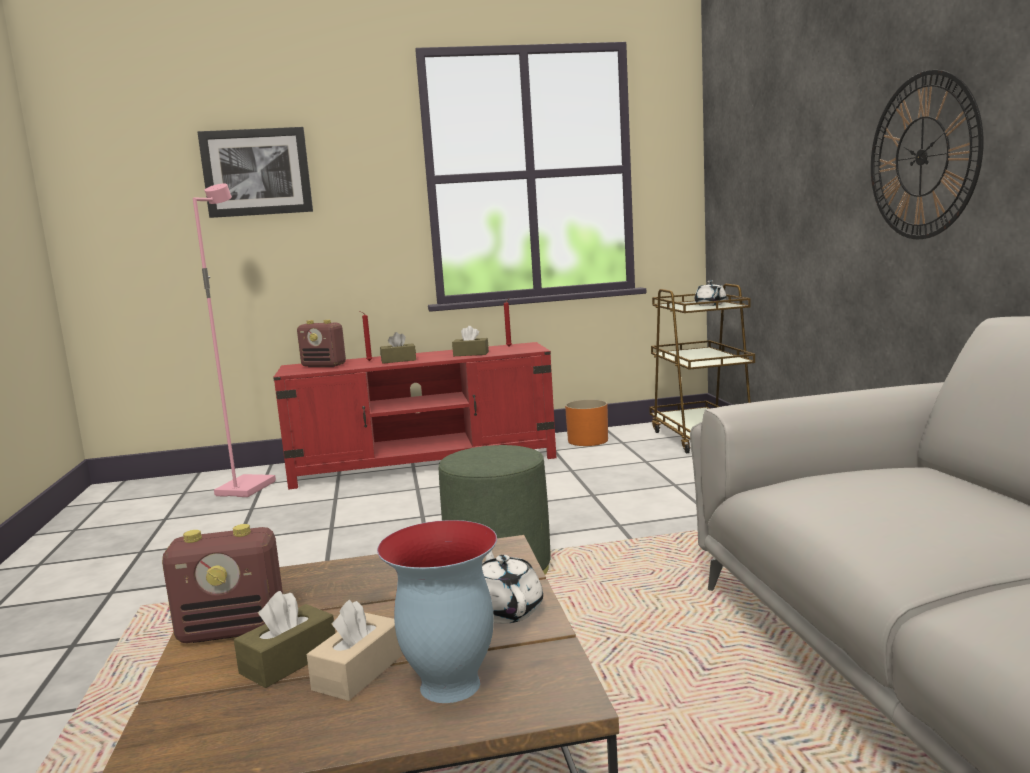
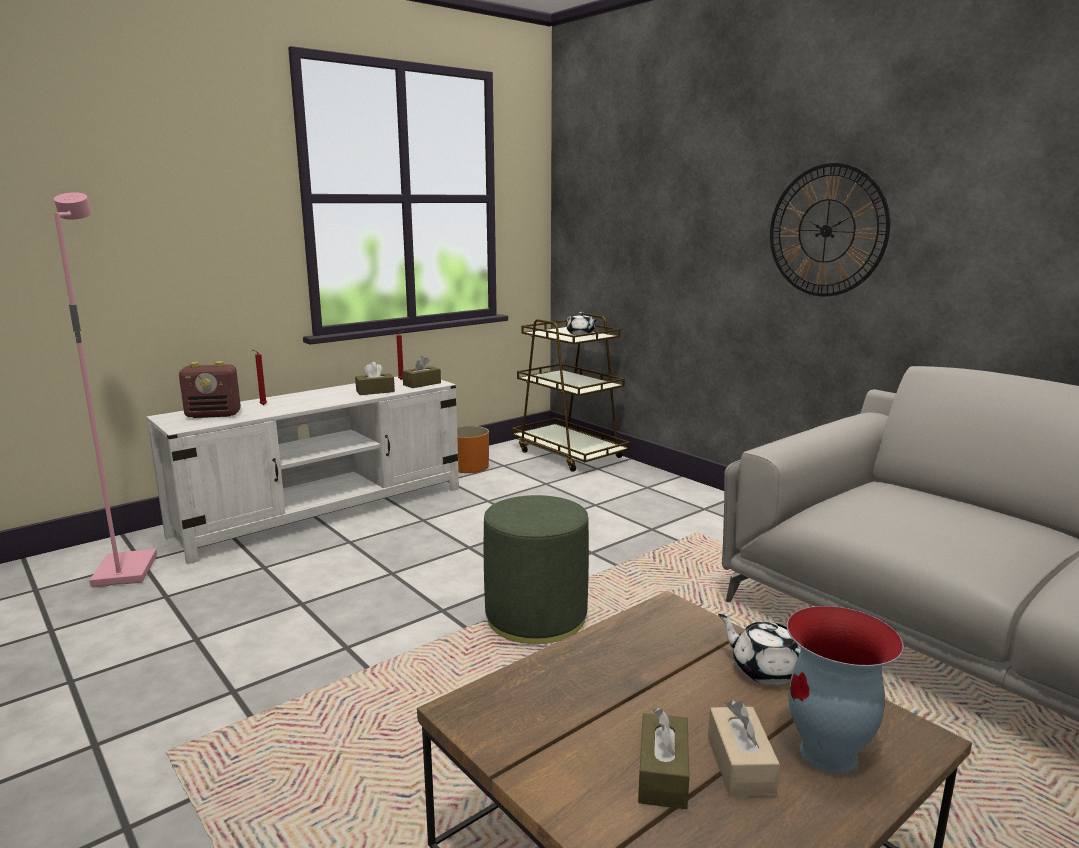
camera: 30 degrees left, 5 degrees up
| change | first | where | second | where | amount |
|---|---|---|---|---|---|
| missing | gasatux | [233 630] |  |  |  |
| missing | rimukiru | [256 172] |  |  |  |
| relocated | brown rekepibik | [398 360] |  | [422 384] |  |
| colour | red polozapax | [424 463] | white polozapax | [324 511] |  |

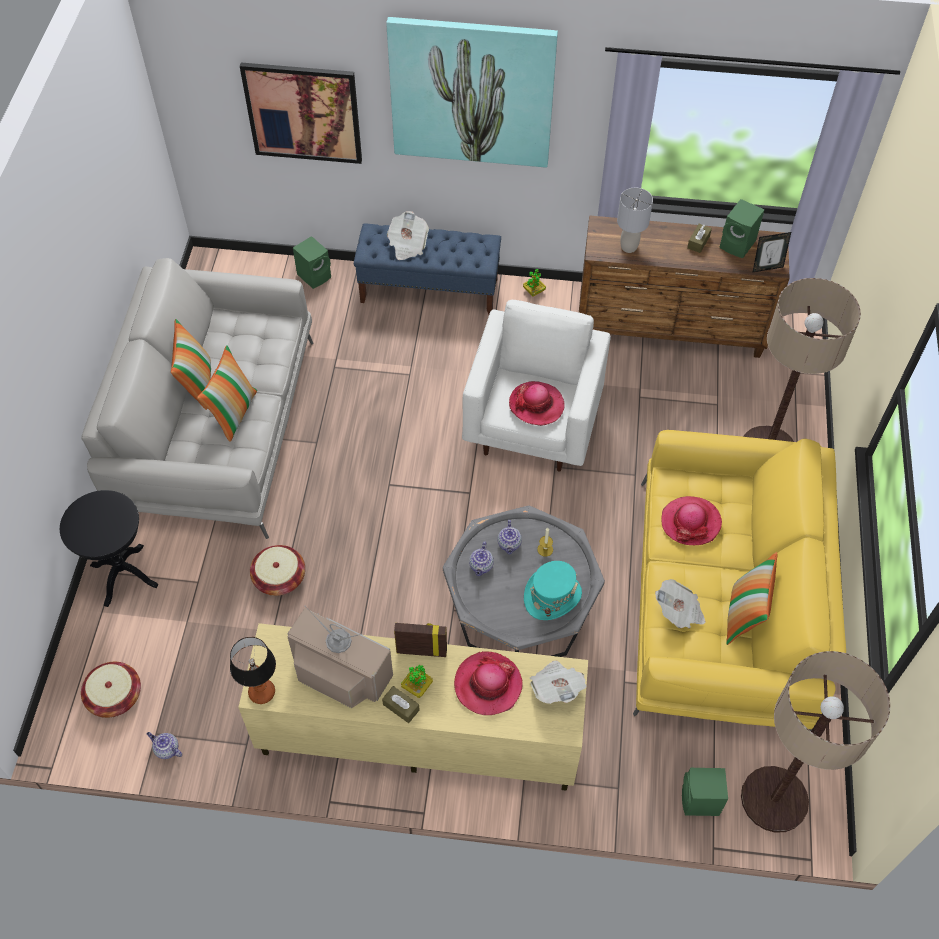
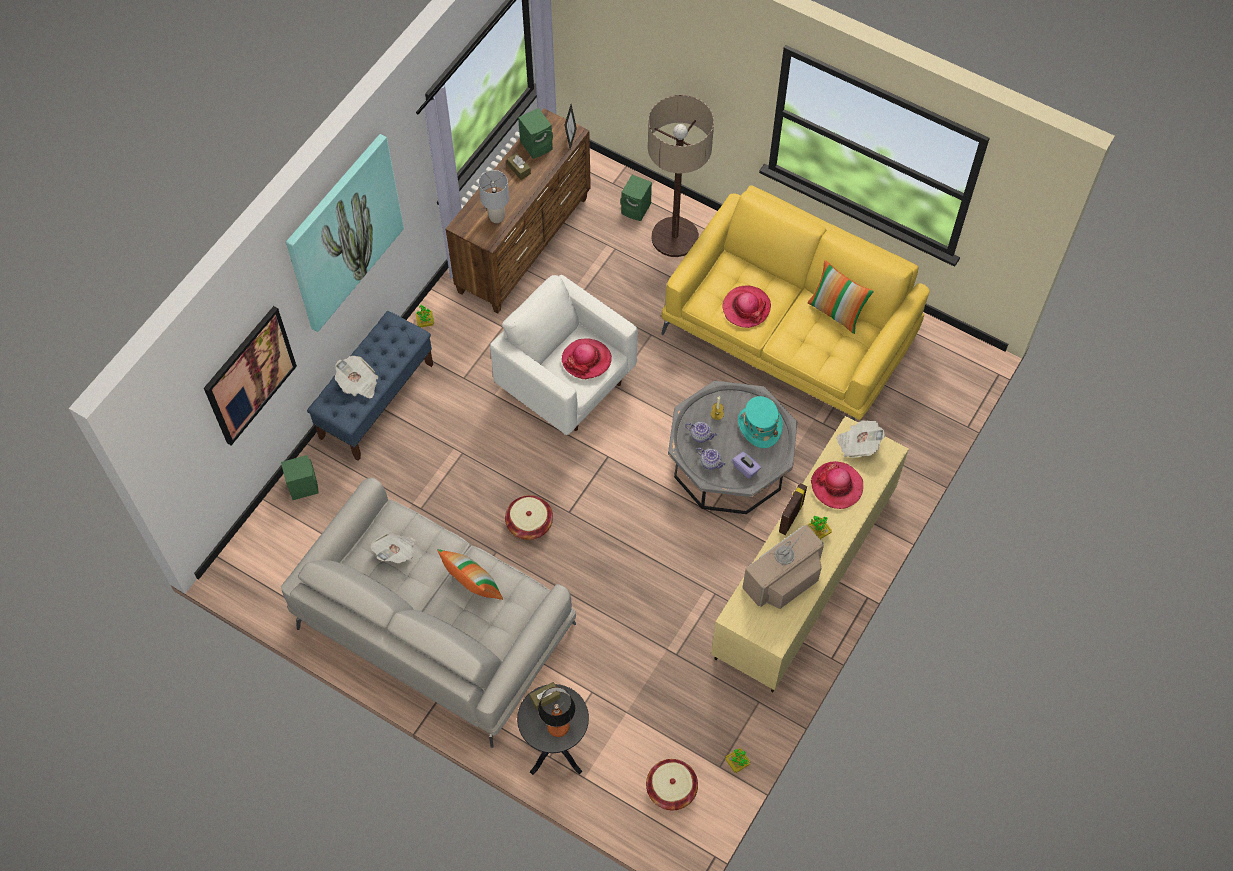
camera: 65 degrees left, 5 degrees up
| change | first | where | second | where | amount |
|---|---|---|---|---|---|
| missing | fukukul | [197 384] |  |  |  |
| missing | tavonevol | [774 799] |  |  |  |
| appeared |  |  | purple rekepibik | [746 468] |  |
| relocated | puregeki | [261 692] |  | [557 727] |  |
| relocated | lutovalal | [279 578] |  | [529 523] |  |
| relocated | brown rekepibik | [401 707] |  | [545 698] |  |
| relocated | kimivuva | [679 612] |  | [396 552] |  |
| relocated | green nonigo | [700 802] |  | [637 209] |  |
| exchanged | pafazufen | [166 749] | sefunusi | [737 762] |  |

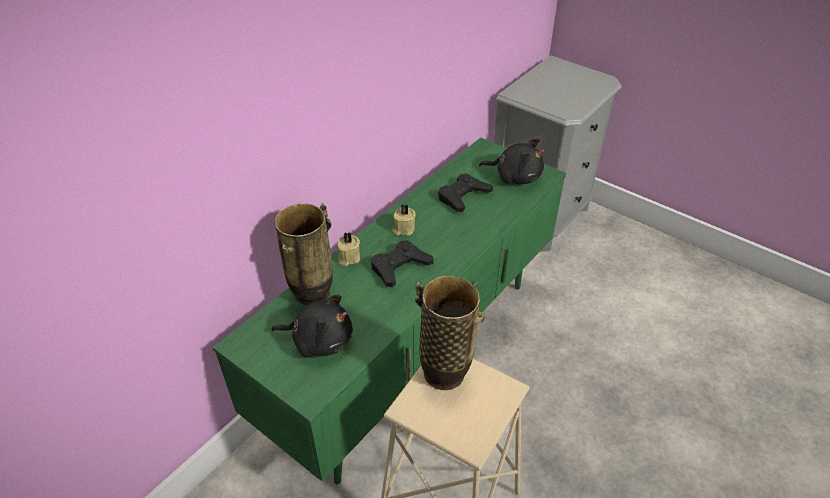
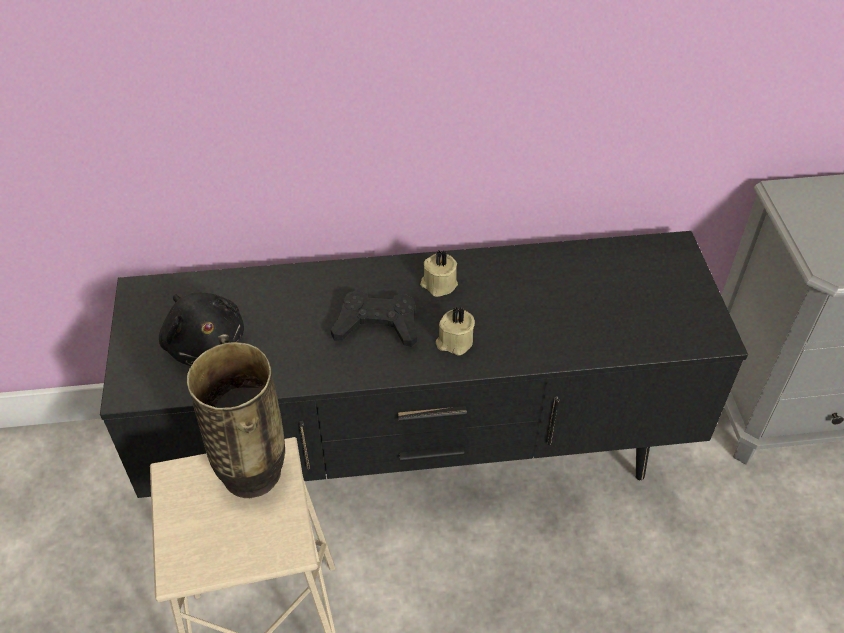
camera: 45 degrees right, 5 degrees up
| change | first | where | second | where | amount |
|---|---|---|---|---|---|
| missing | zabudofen | [313 294] |  |  |  |
| missing | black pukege | [463 196] |  |  |  |
| missing | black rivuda | [515 176] |  |  |  |
| relocated | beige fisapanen | [348 258] |  | [454 342] |  |
| colour | green polozapax | [414 357] | black polozapax | [421 460] |  |

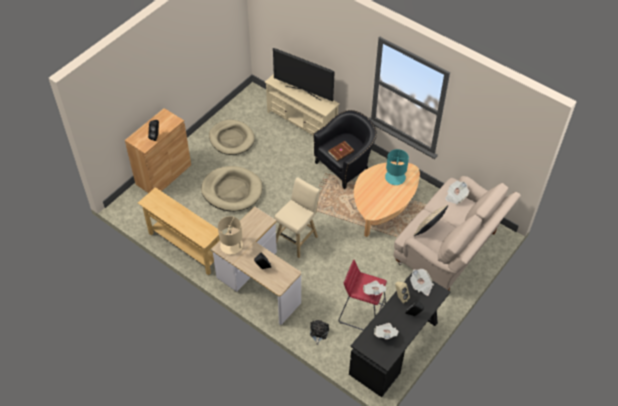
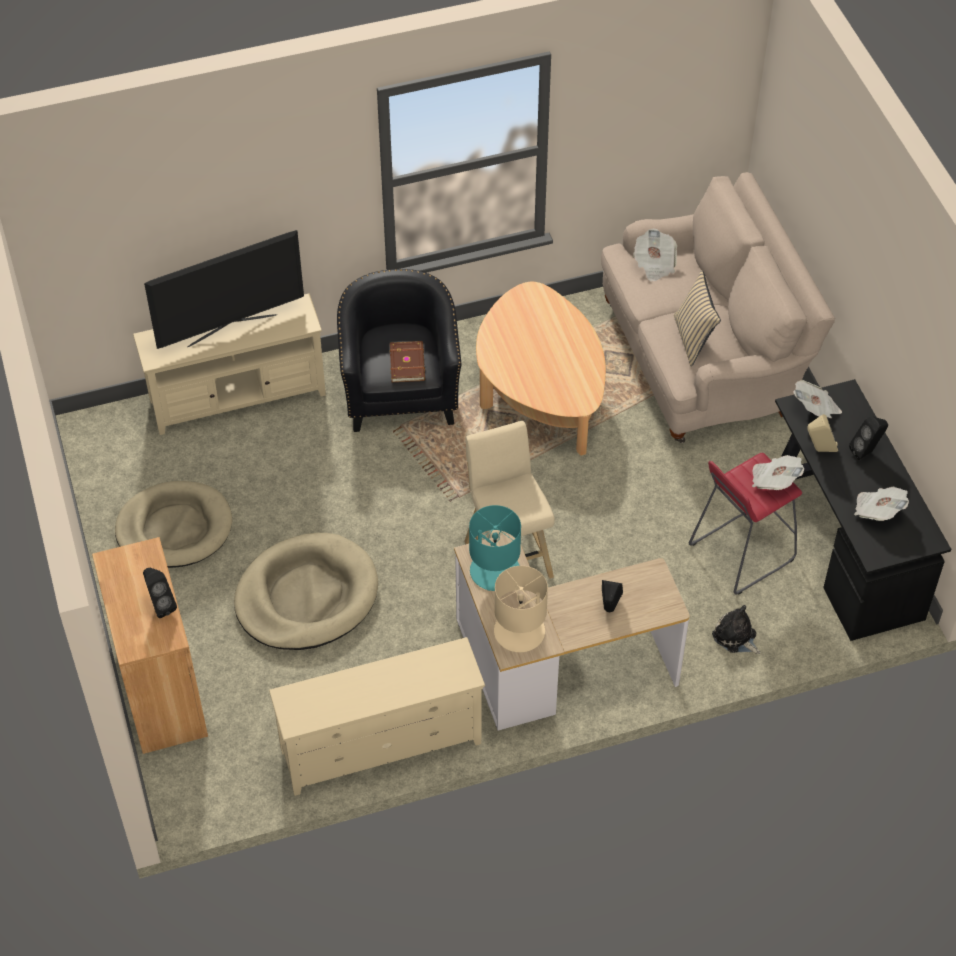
camera: 55 degrees left, 0 degrees up
| change | first | where | second | where | amount |
|---|---|---|---|---|---|
| relocated | turquoise puregeki | [395 177] |  | [494 570] |  |
| exchanged | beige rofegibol | [185 247] | beige polozapax | [381 747] |  |

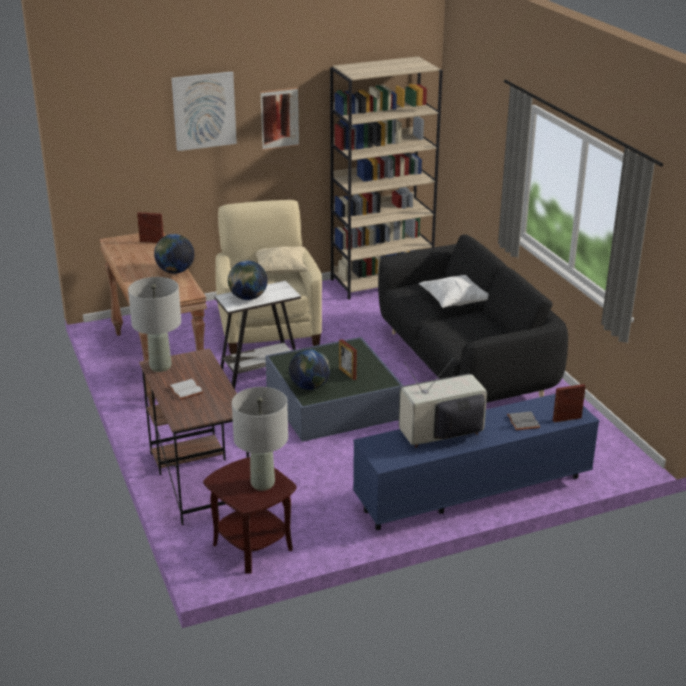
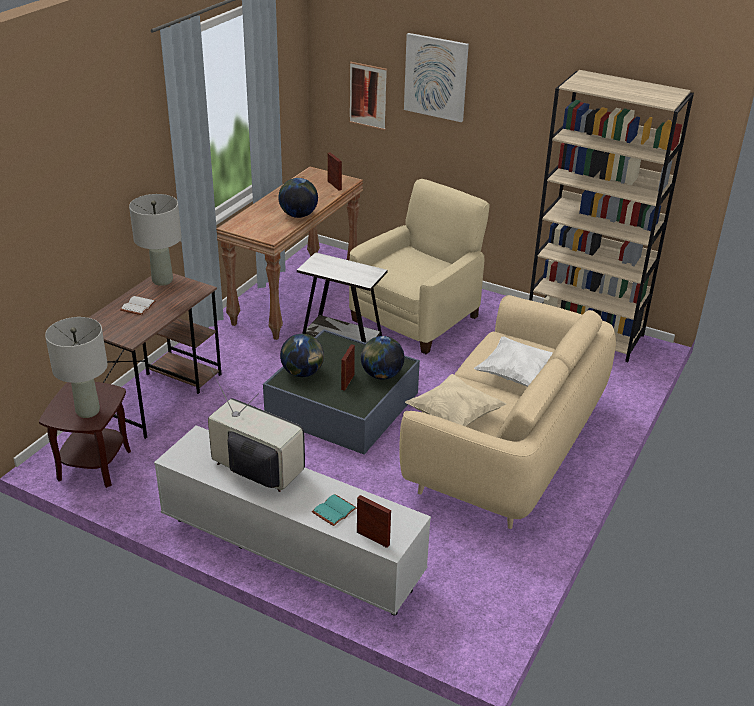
camera: 50 degrees right, 5 degrees up
| change | first | where | second | where | amount |
|---|---|---|---|---|---|
| relocated | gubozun | [248 298] |  | [381 375] |  |
| relocated | beige fukukul | [280 271] |  | [454 416] |  |
| relocated | rimukiru | [279 118] |  | [368 96] |  |
| colour | blue polozapax | [471 493] | white polozapax | [290 552] |  |
| colour | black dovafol | [464 365] | beige dovafol | [506 448] |  |
| colour | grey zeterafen | [522 421] | turquoise zeterafen | [334 510] |  |

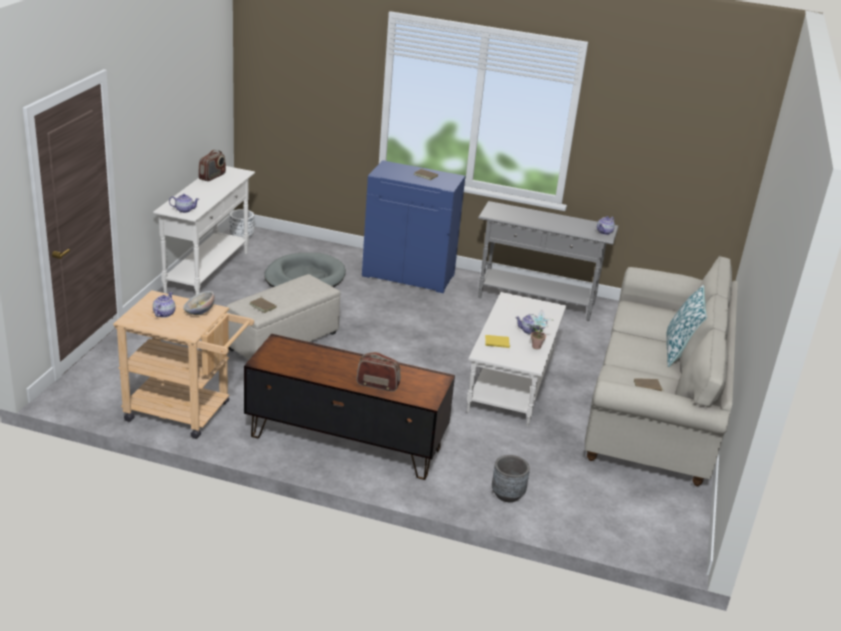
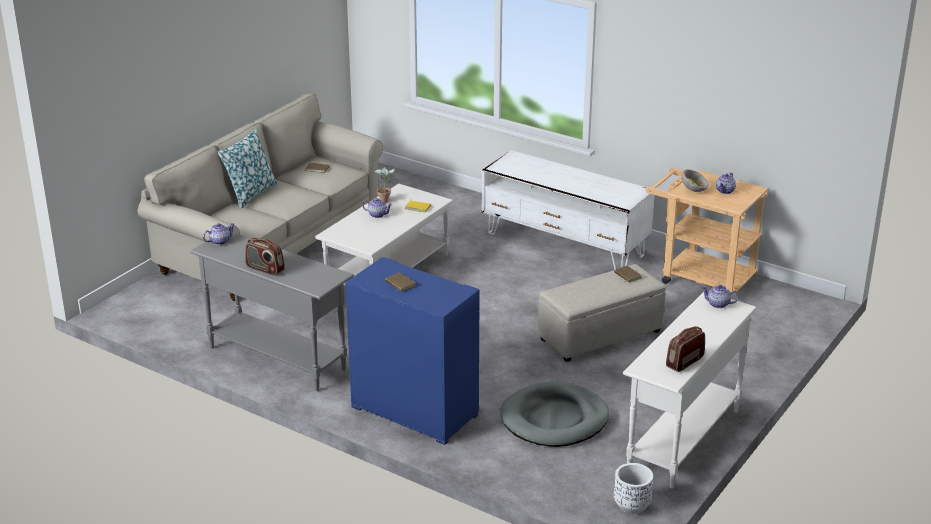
camera: 160 degrees left, 0 degrees up
| change | first | where | second | where | amount |
|---|---|---|---|---|---|
| missing | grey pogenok | [507 494] |  |  |  |
| relocated | gasatux | [378 384] |  | [265 269] |  |
| colour | brown polozapax | [345 441] | white polozapax | [564 244] |  |

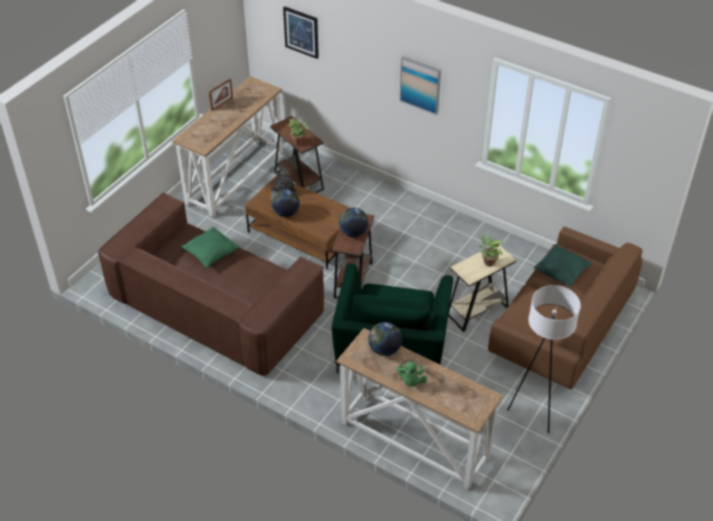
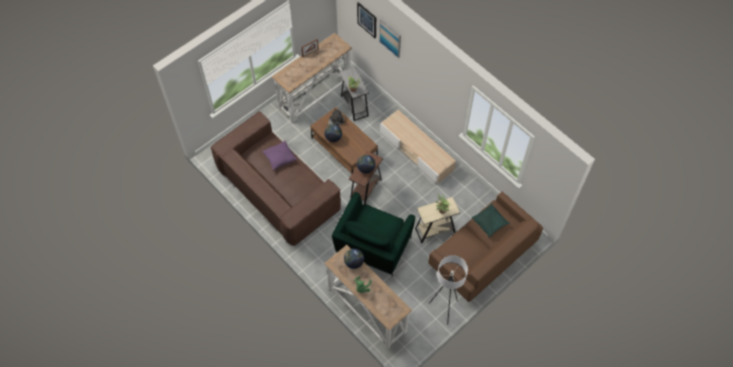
camera: 15 degrees right, 15 degrees up
| change | first | where | second | where | amount |
|---|---|---|---|---|---|
| appeared |  |  | beige polozapax | [416 151] |  |
| relocated | rimukiru | [420 84] |  | [390 38] |  |
| colour | green fukukul | [211 253] | purple fukukul | [279 158] |  |
| colour | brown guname | [299 181] | grey guname | [354 105] |  |

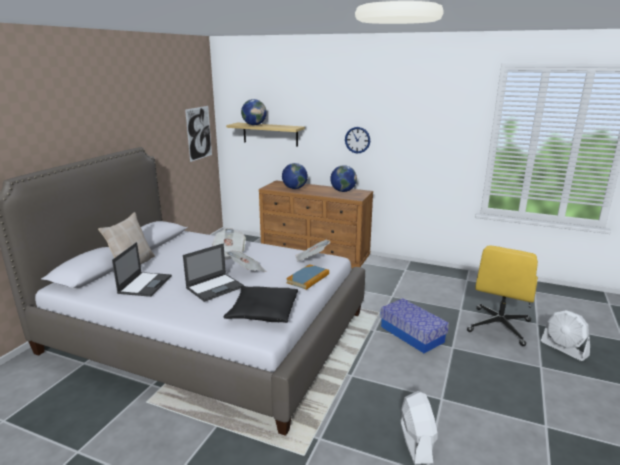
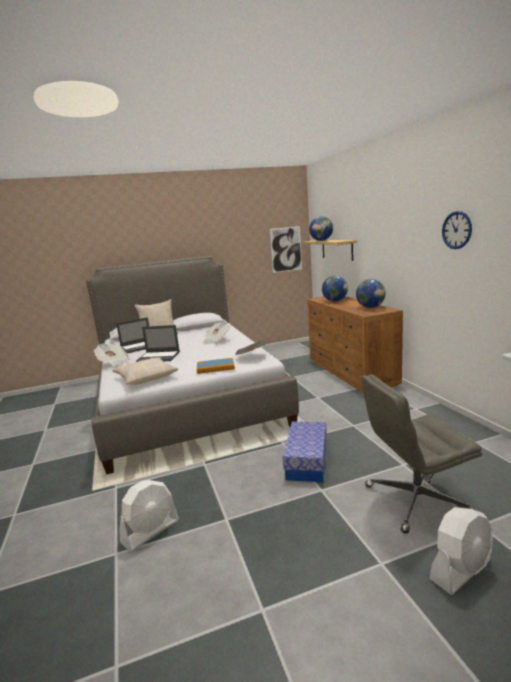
camera: 50 degrees right, 5 degrees down
| change | first | where | second | where | amount |
|---|---|---|---|---|---|
| relocated | kimivuva | [247 270] |  | [113 363] |  |
| relocated | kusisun | [357 140] |  | [456 230] |  |
| colour | black fukukul | [263 311] | beige fukukul | [146 377] |  |
| colour | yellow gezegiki | [499 327] | grey gezegiki | [415 501] |  |
| spun | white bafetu | [564 349] |  | [461 569] | 135 degrees counterclockwise |

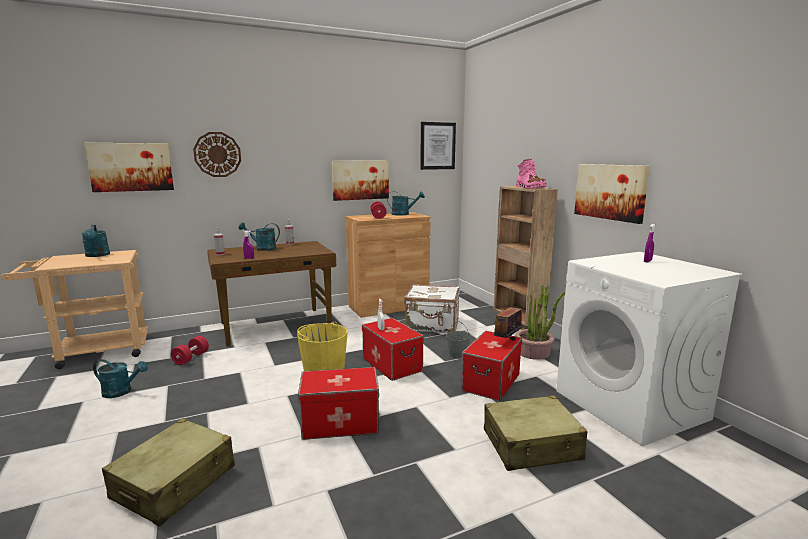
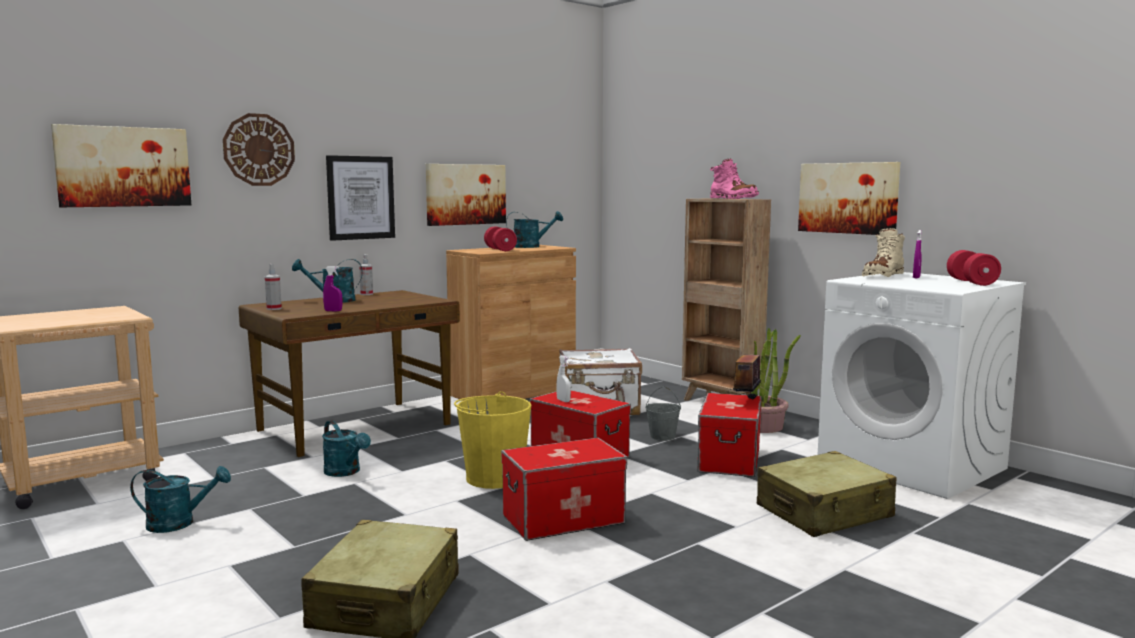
camera: 15 degrees left, 5 degrees down
| change | first | where | second | where | amount |
|---|---|---|---|---|---|
| appeared |  |  | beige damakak | [882 276] |  |
| relocated | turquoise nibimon | [97 255] |  | [345 472] |  |
| relocated | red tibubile | [191 358] |  | [971 282] |  |
| relocated | rimukiru | [437 146] |  | [360 197] |  |

